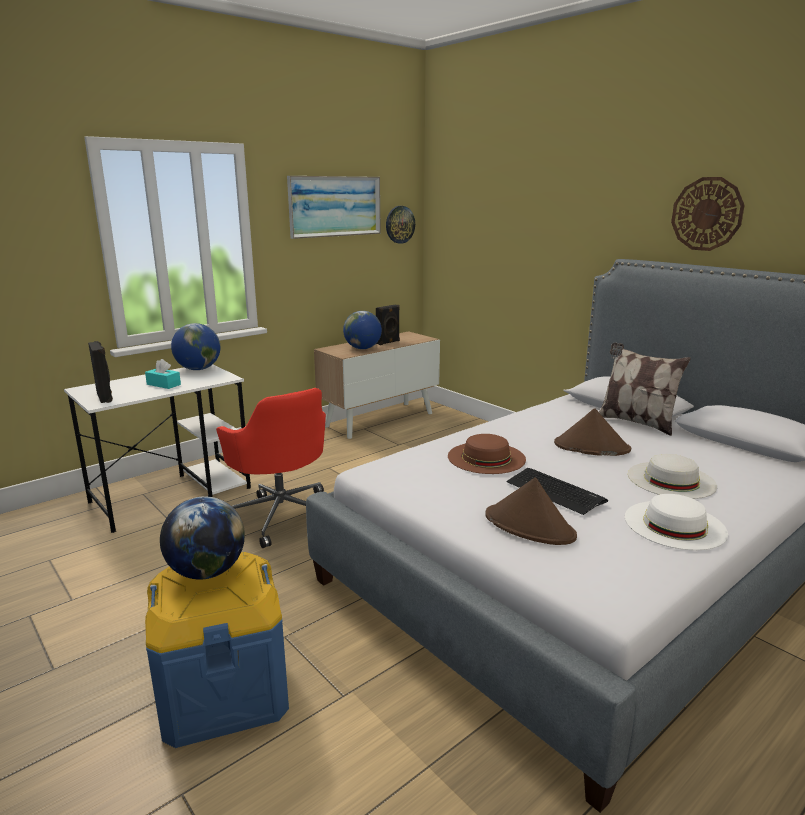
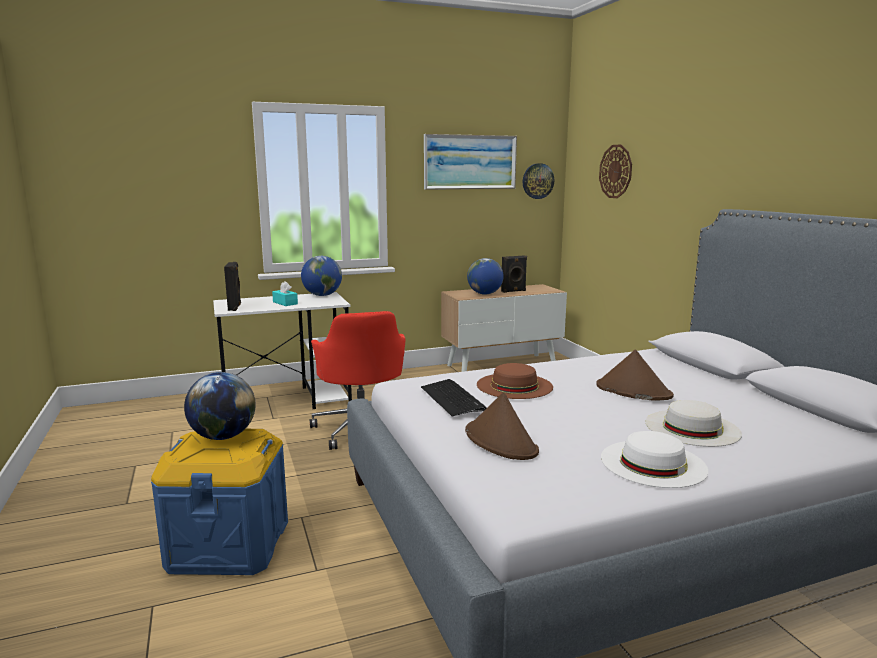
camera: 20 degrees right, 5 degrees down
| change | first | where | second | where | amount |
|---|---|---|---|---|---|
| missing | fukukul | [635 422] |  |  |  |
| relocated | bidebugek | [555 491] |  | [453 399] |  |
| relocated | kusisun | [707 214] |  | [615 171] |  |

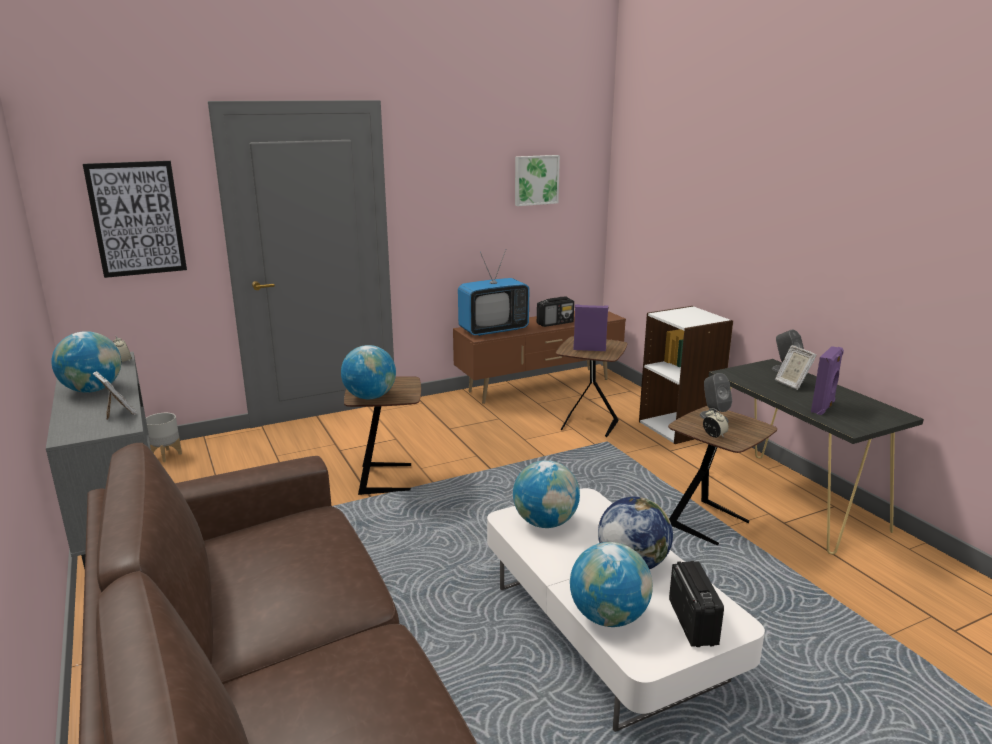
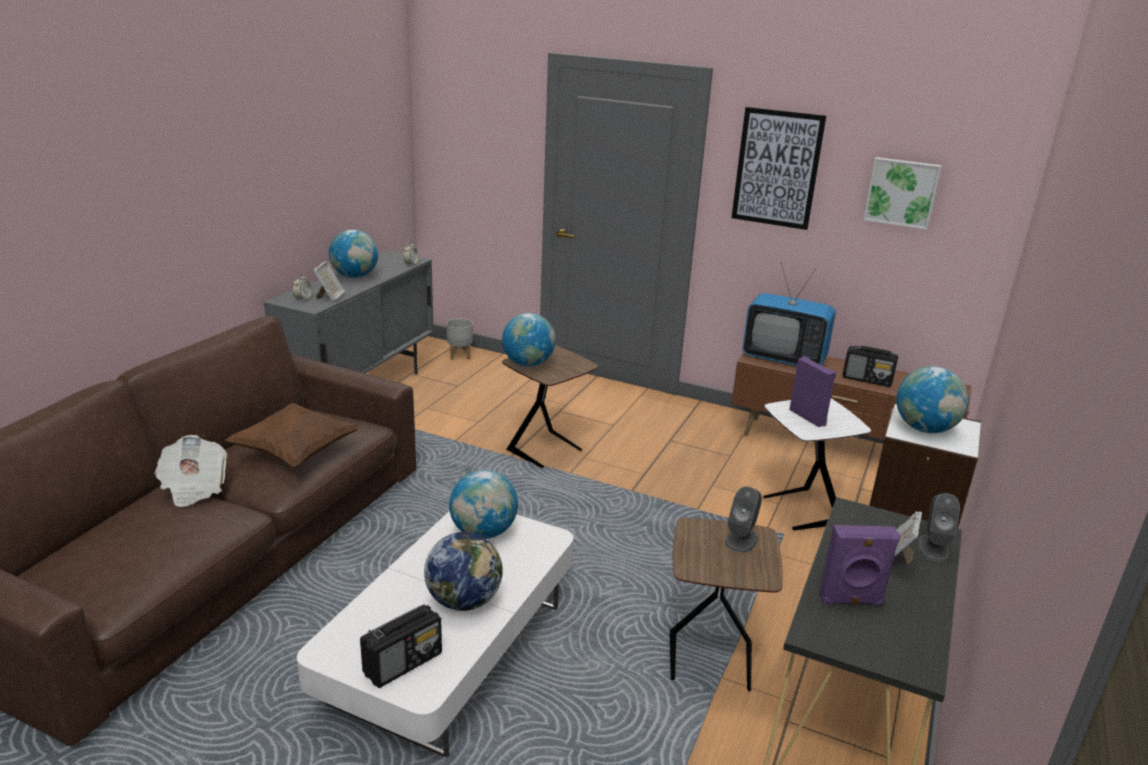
camera: 50 degrees right, 5 degrees up
| change | first | where | second | where | amount |
|---|---|---|---|---|---|
| appeared |  |  | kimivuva | [193 487] |  |
| appeared |  |  | brown fukukul | [295 452] |  |
| relocated | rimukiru | [137 219] |  | [777 168] |  |
| relocated | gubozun | [608 617] |  | [924 429] |  |
| relocated | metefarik | [714 436] |  | [303 299] |  |
| colour | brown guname | [589 426] | white guname | [800 511] |  |

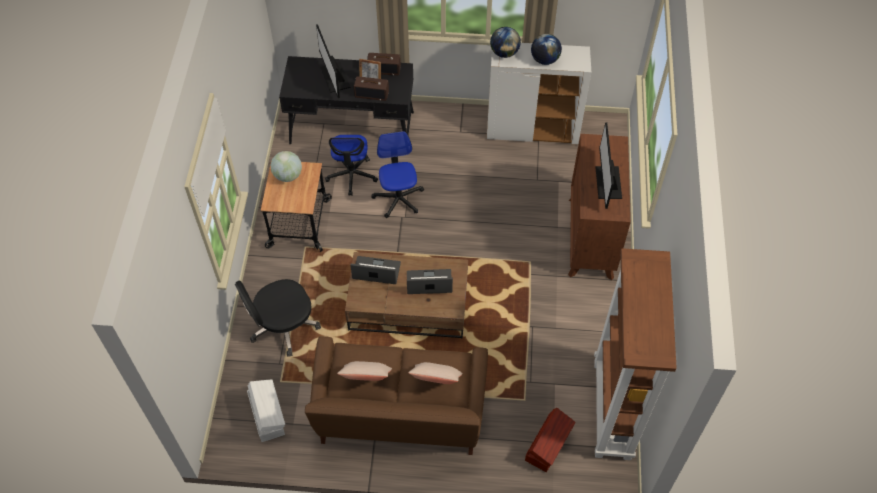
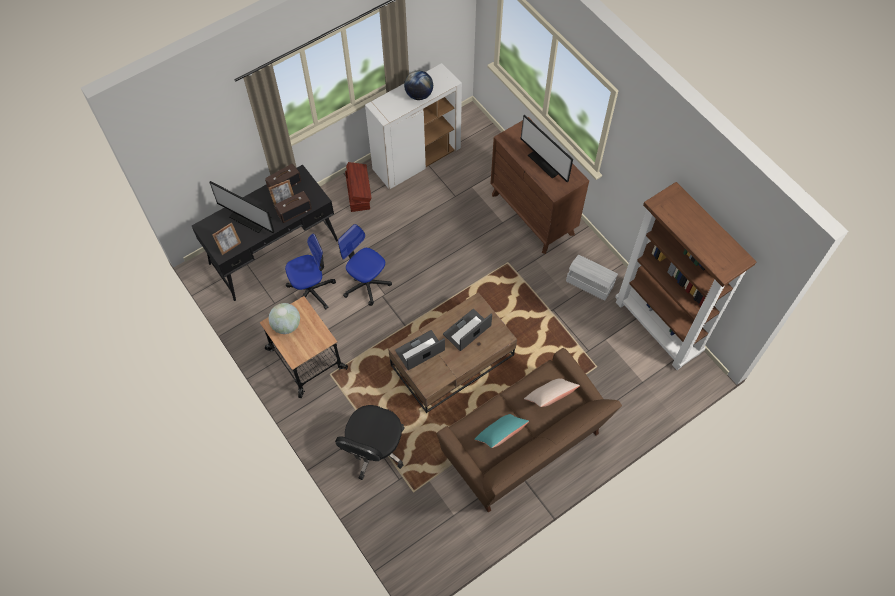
camera: 40 degrees left, 5 degrees up
| change | first | where | second | where | amount |
|---|---|---|---|---|---|
| missing | gubozun | [504 52] |  |  |  |
| appeared |  |  | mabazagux | [230 246] |  |
| relocated | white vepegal | [267 415] |  | [589 282] |  |
| relocated | brown vepegal | [548 445] |  | [358 193] |  |
| colour | beige fukukul | [366 379] | turquoise fukukul | [500 437] |  |
| spun | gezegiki | [352 175] |  | [311 290] | 75 degrees counterclockwise |

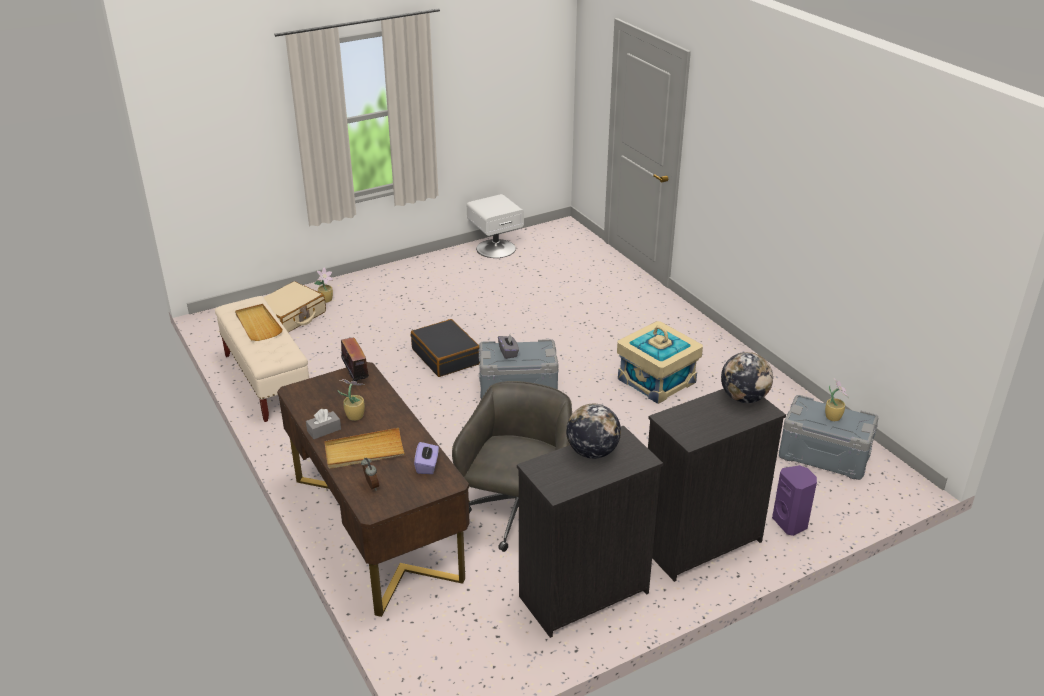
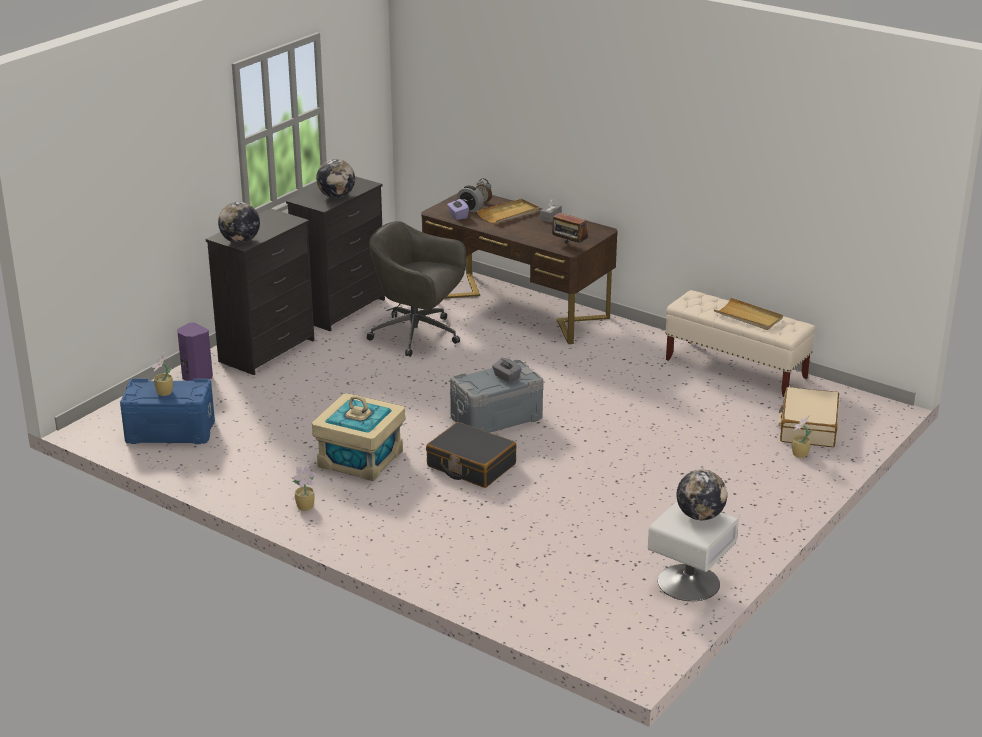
camera: 155 degrees right, 5 degrees down
| change | first | where | second | where | amount |
|---|---|---|---|---|---|
| appeared |  |  | metefarik | [470 209] |  |
| appeared |  |  | gubozun | [700 516] |  |
| relocated | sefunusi | [354 416] |  | [306 507] |  |
| relocated | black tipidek | [446 356] |  | [471 466] |  |
| colour | grey vepegal | [824 454] | blue vepegal | [170 432] |  |
| spun | grey gezegiki | [518 516] |  | [418 335] | 120 degrees clockwise |

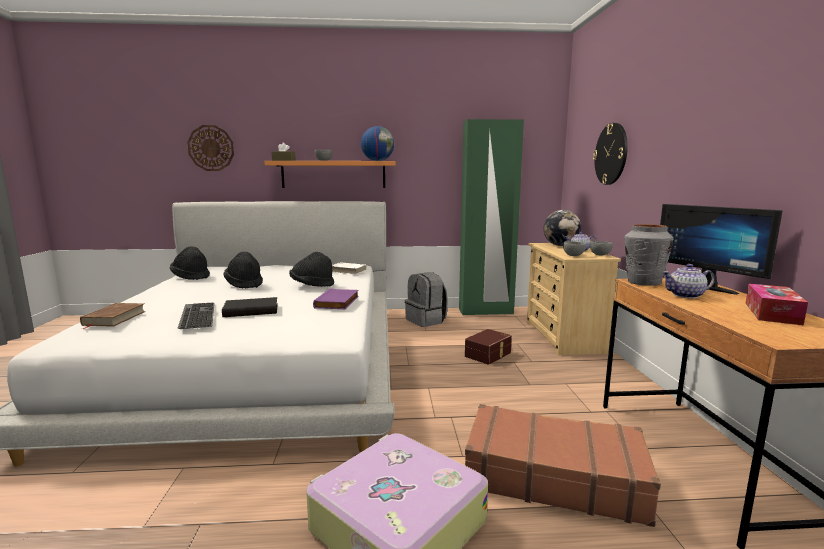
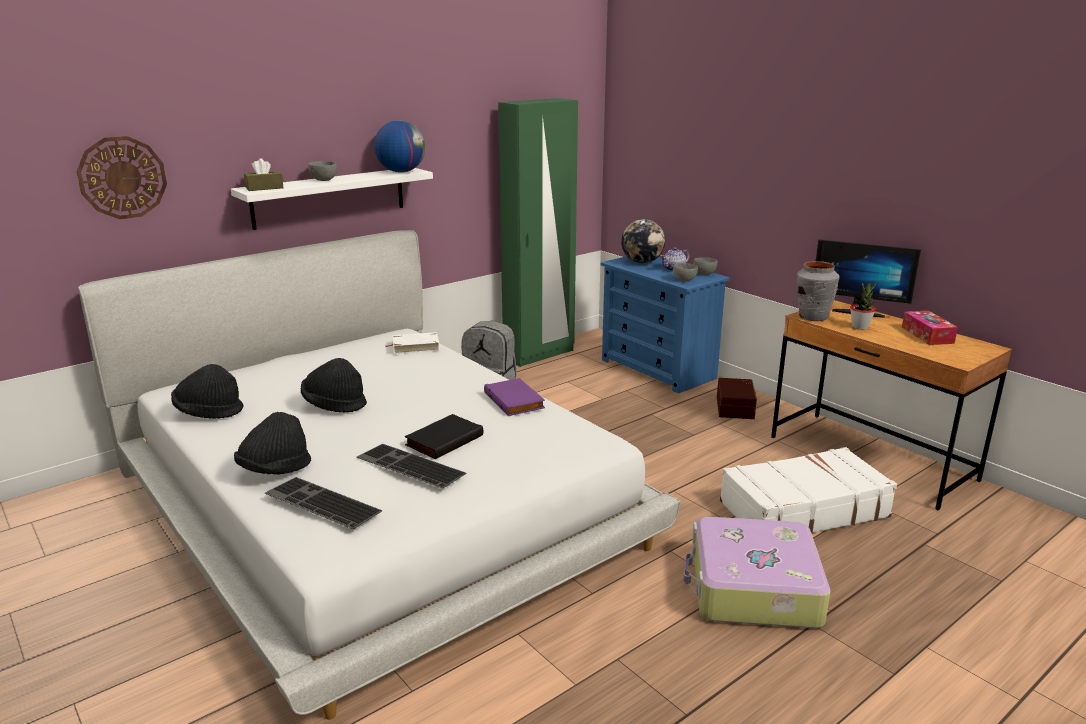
camera: 35 degrees left, 10 degrees up
| change | first | where | second | where | amount |
|---|---|---|---|---|---|
| missing | kusisun | [611 154] |  |  |  |
| relocated | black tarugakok | [312 285] |  | [275 470] |  |
| relocated | brown vepegal | [489 355] |  | [736 408] |  |
| exchanged | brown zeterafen | [114 318] | bidebugek | [320 503] |  |
| exchanged | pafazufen | [686 295] | sefunusi | [860 327] |  |
| colour | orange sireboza | [333 174] | white sireboza | [329 197] |  |
| colour | brown tipidek | [553 476] | white tipidek | [802 509] |  |
| colour | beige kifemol | [563 337] | blue kifemol | [658 369] |  |

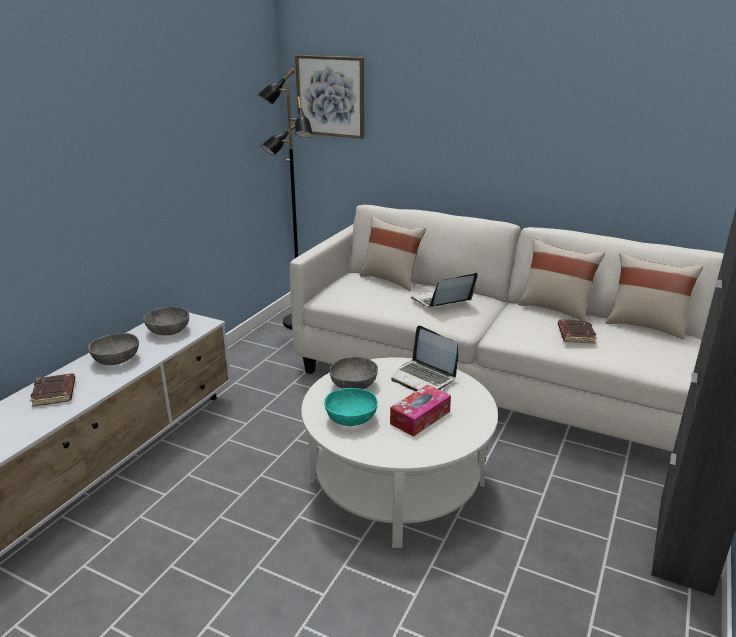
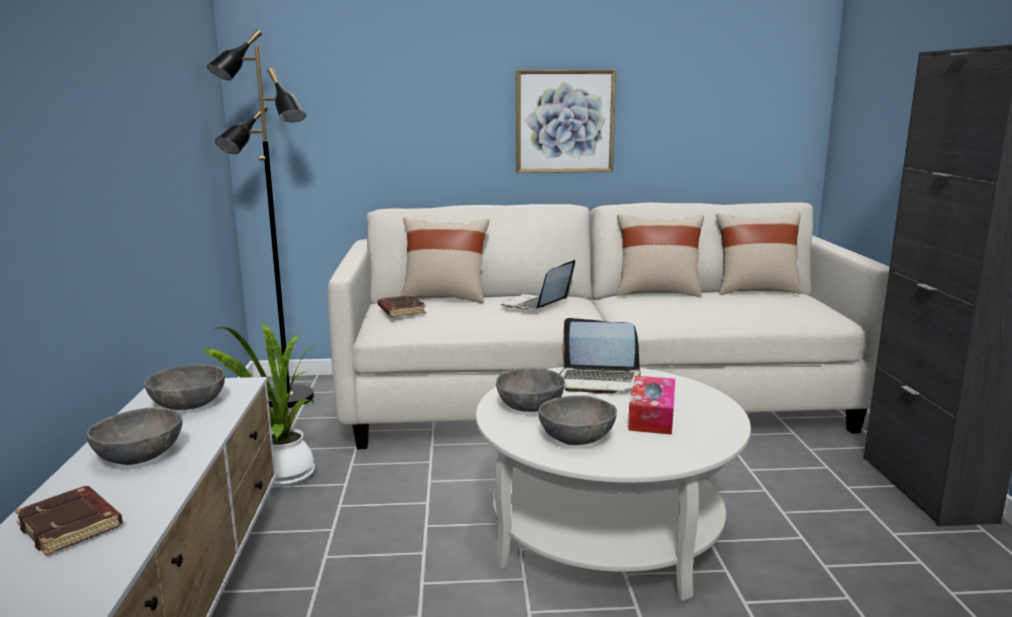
camera: 30 degrees left, 10 degrees down
| change | first | where | second | where | amount |
|---|---|---|---|---|---|
| appeared |  |  | sefunusi | [281 476] |  |
| relocated | rimukiru | [330 96] |  | [564 121] |  |
| relocated | brown zeterafen | [575 334] |  | [400 310] |  |
| colour | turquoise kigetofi | [351 419] | grey kigetofi | [577 438] |  |

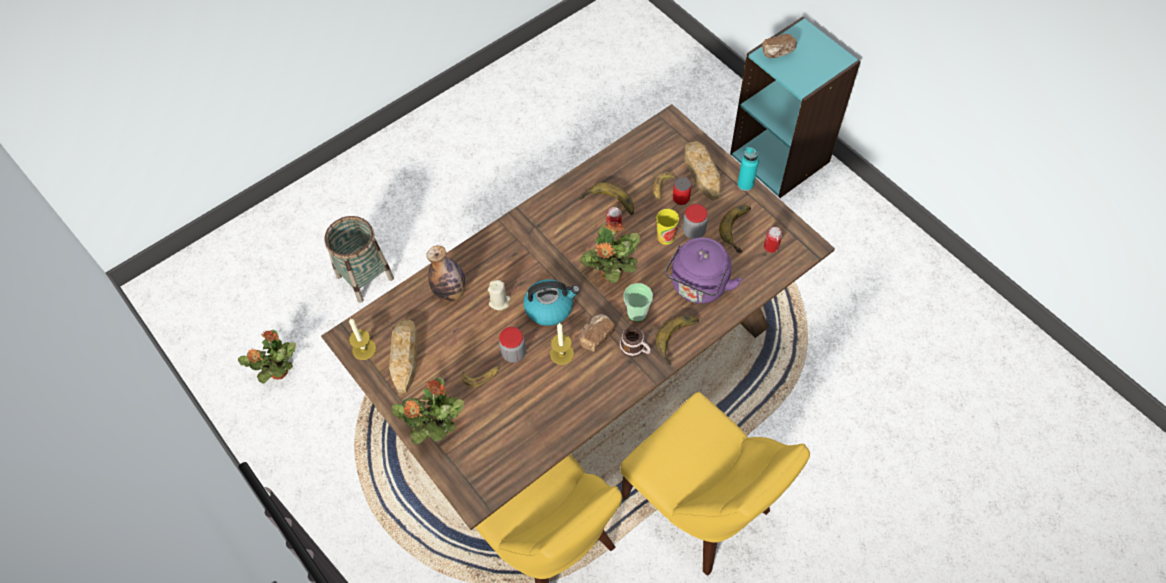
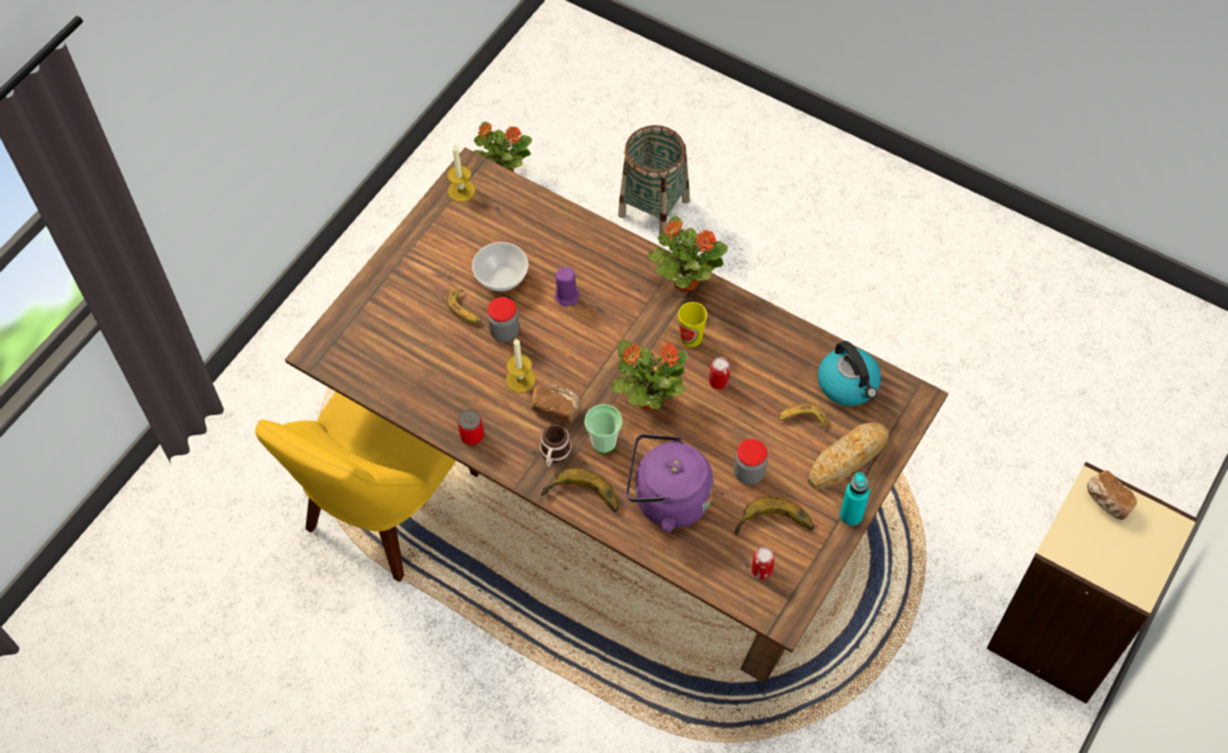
camera: 70 degrees right, 0 degrees up
| change | first | where | second | where | amount |
|---|---|---|---|---|---|
| missing | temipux | [405 357] |  |  |  |
| missing | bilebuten | [450 292] |  |  |  |
| missing | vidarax | [608 205] |  |  |  |
| missing | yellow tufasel | [701 508] |  |  |  |
| appeared |  |  | kigetofi | [501 279] |  |
| relocated | sefunusi | [435 429] |  | [685 281] |  |
| relocated | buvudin | [550 307] |  | [848 384] |  |
| relocated | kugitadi | [666 237] |  | [691 337] |  |
| relocated | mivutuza | [681 198] |  | [472 436] |  |
| colour | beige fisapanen | [499 302] | purple fisapanen | [567 296] |  |
| colour | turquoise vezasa | [780 157] | beige vezasa | [1060 632] |  |

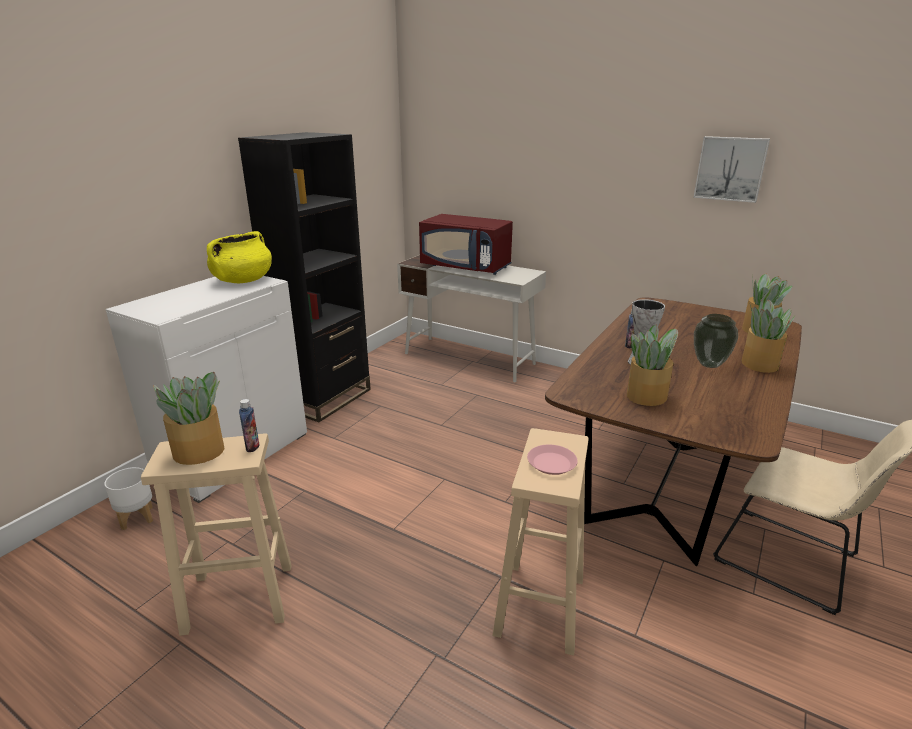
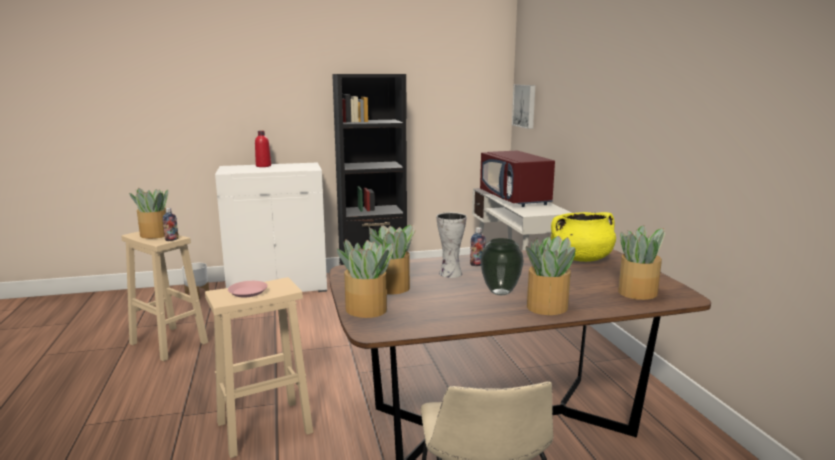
camera: 45 degrees right, 10 degrees down
| change | first | where | second | where | amount |
|---|---|---|---|---|---|
| appeared |  |  | red bilebuten | [263 166] |  |
| appeared |  |  | sefunusi | [366 310] |  |
| relocated | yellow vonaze | [243 281] |  | [581 258] |  |
| relocated | rimukiru | [730 168] |  | [525 106] |  |

